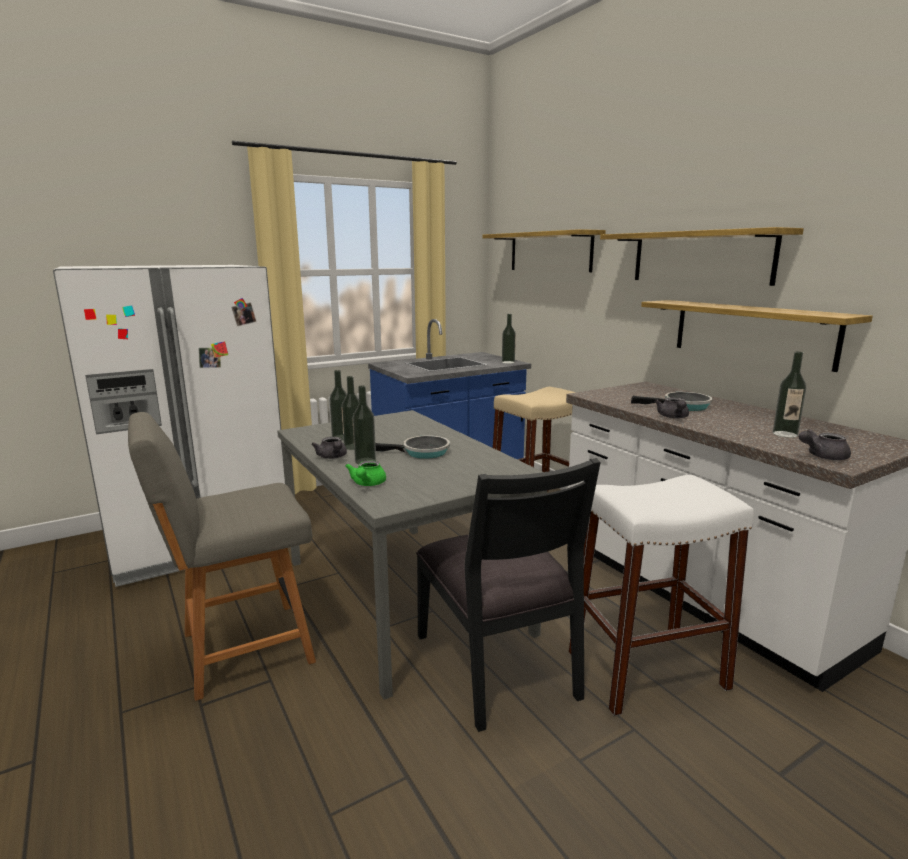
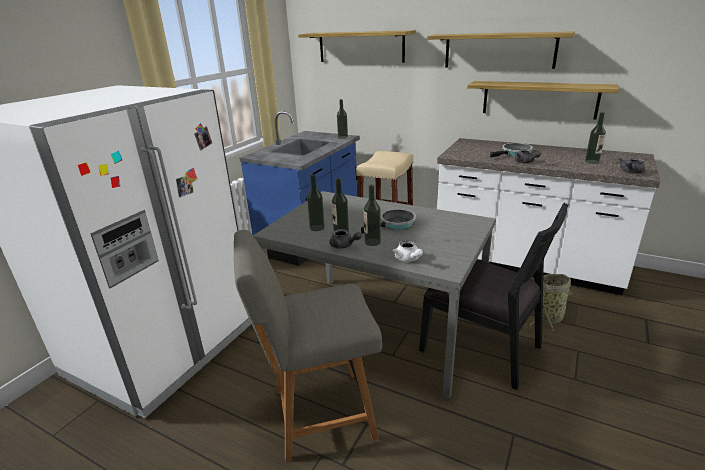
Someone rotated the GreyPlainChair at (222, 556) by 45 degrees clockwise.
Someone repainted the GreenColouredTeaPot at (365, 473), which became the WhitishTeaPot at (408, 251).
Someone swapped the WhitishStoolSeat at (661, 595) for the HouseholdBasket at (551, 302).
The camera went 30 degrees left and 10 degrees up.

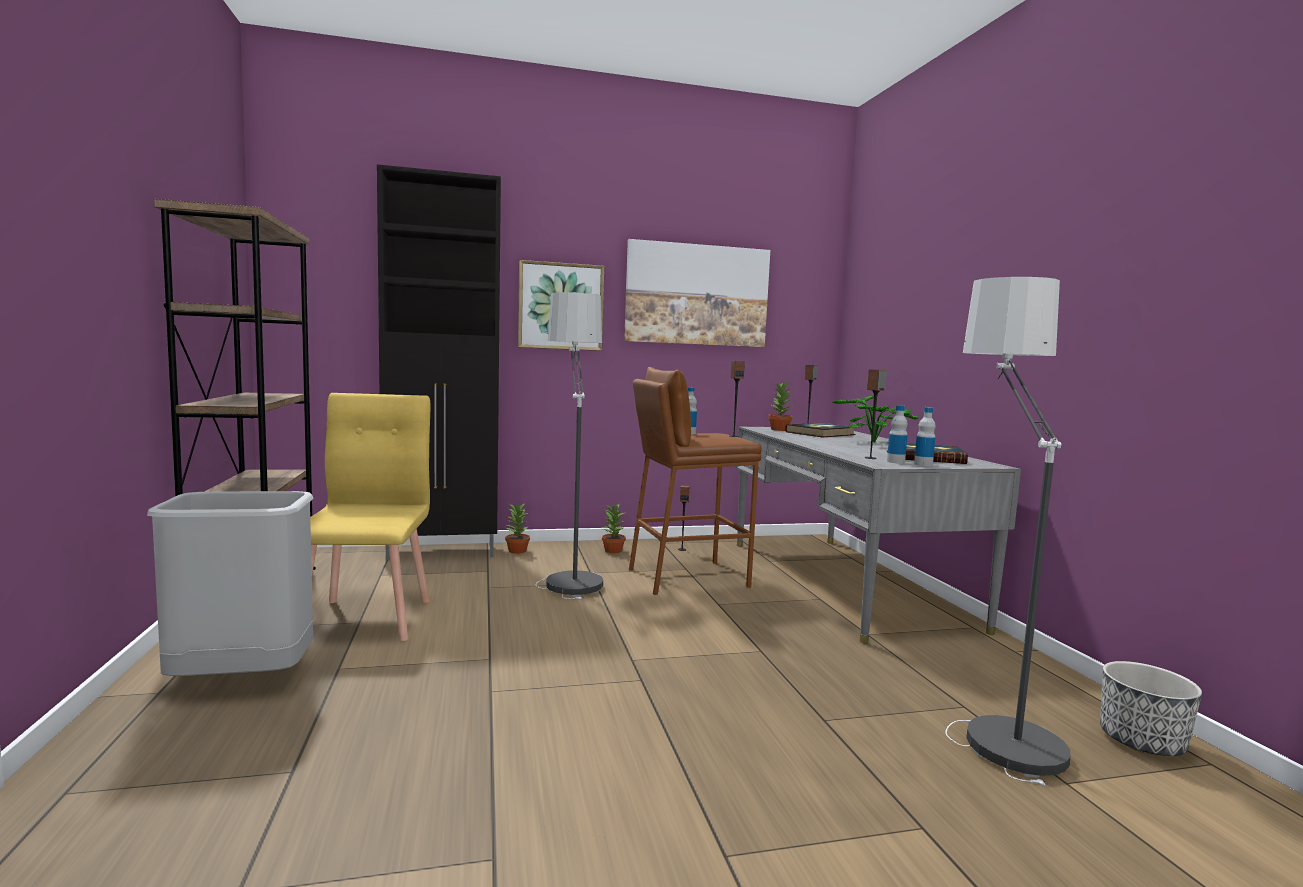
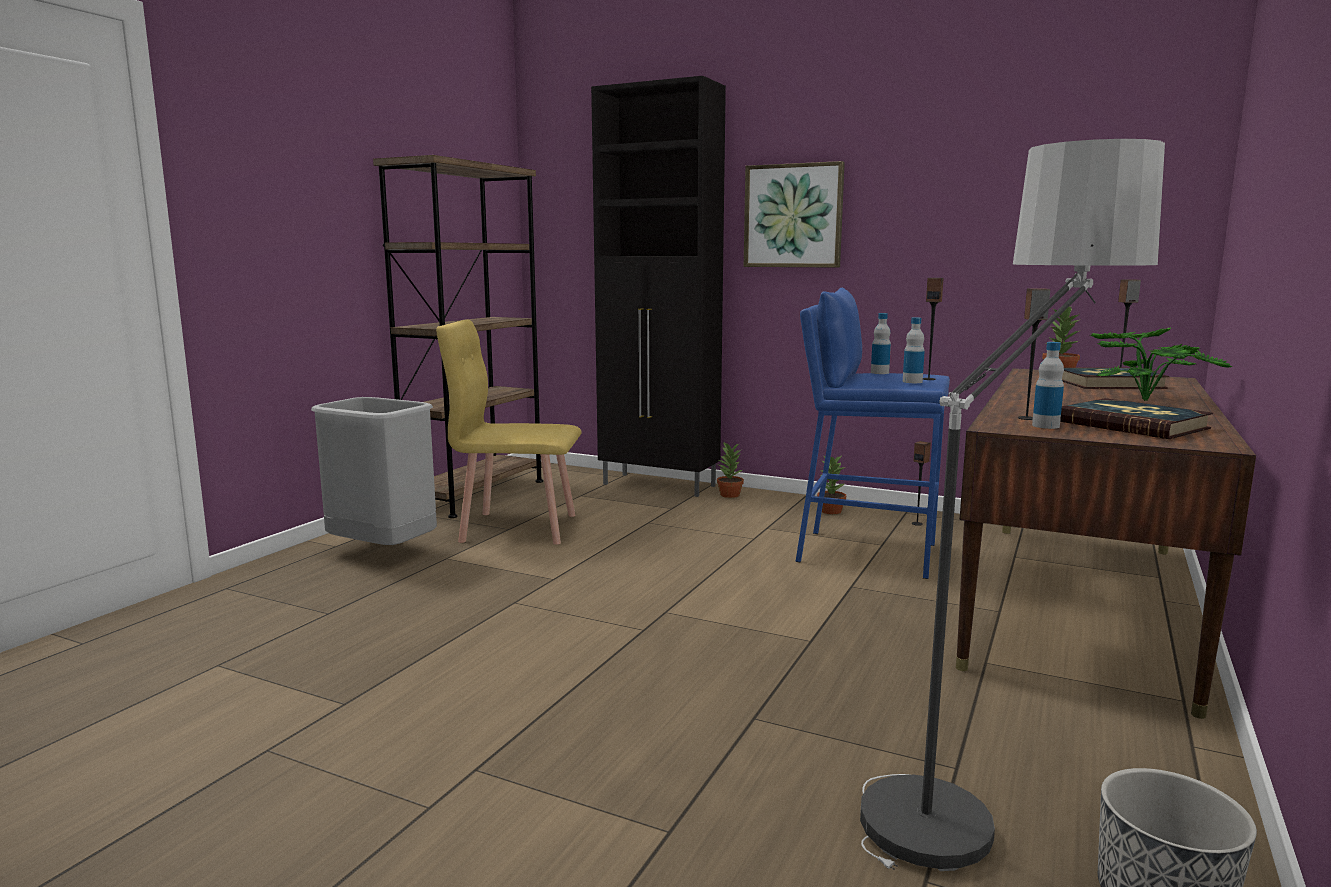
Someone rotated the YellowColouredPlainChair at (370, 517) by 120 degrees counterclockwise.
Someone repainted the BrownStoolSeat at (695, 481), which became the BlueStoolSeat at (872, 433).
Someone carried the BeverageBottle from (924, 436) to (914, 350).
Someone repainted the GreyDeskUnit at (878, 535), which became the BrownDeskUnit at (1106, 543).
Someone took away the FloorLamp at (569, 445).
Someone took away the WallArt at (697, 293).
The camera went 40 degrees right and 5 degrees up.

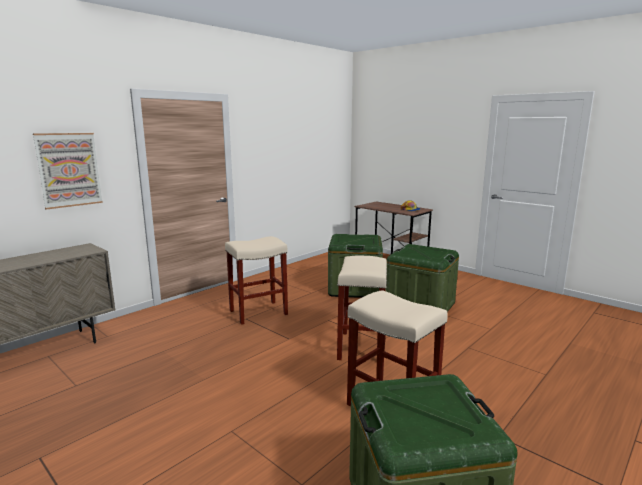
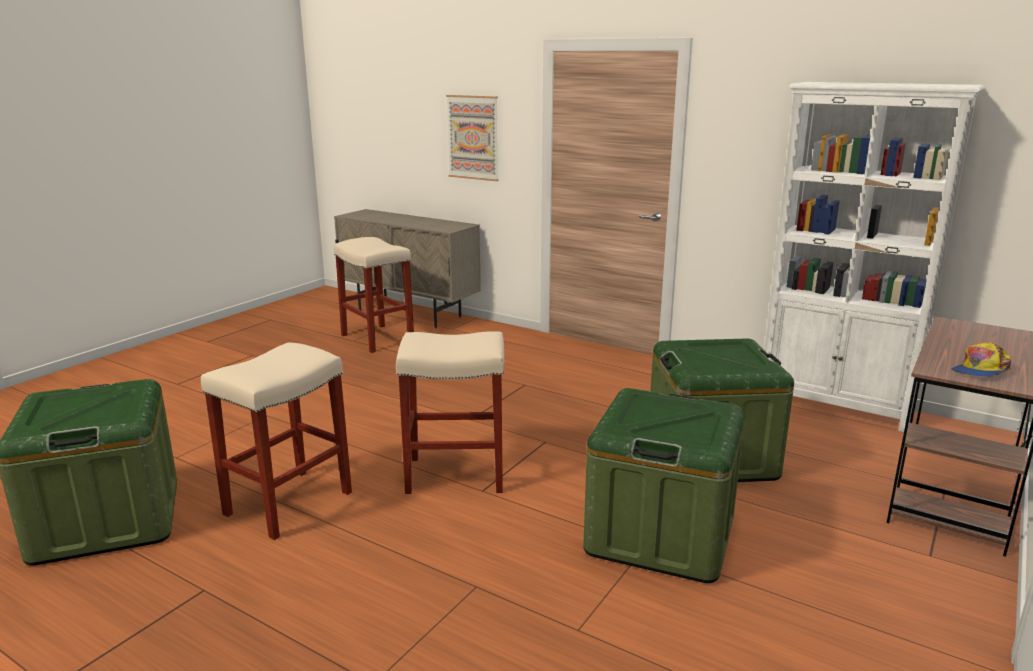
Someone carried the BeigeStoolSeat from (256, 280) to (374, 295).
Someone put down the WhitishBookshelf at (874, 257).
The camera went 80 degrees right and 5 degrees up.

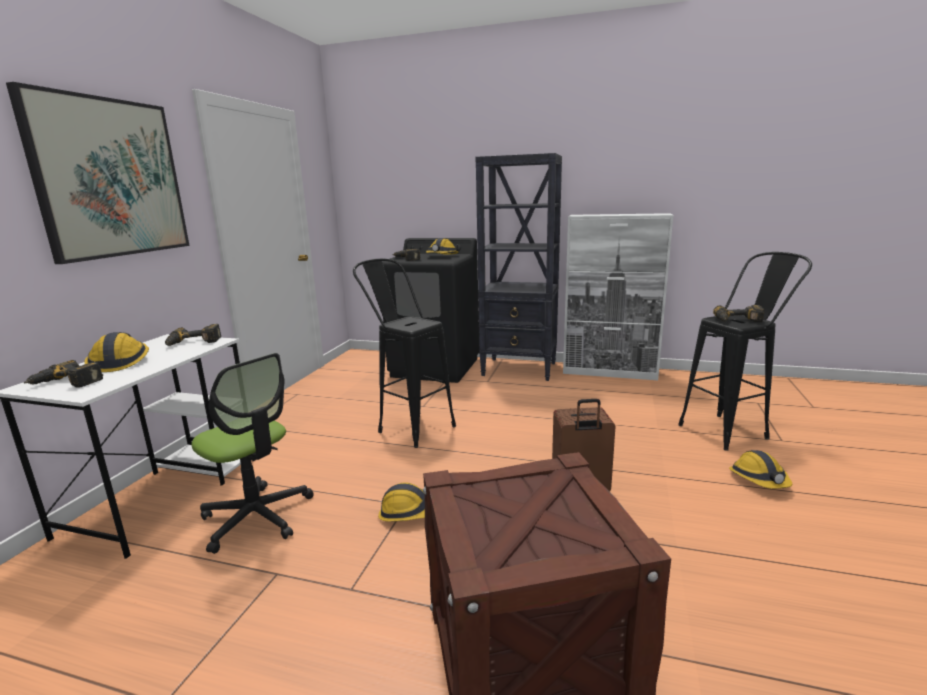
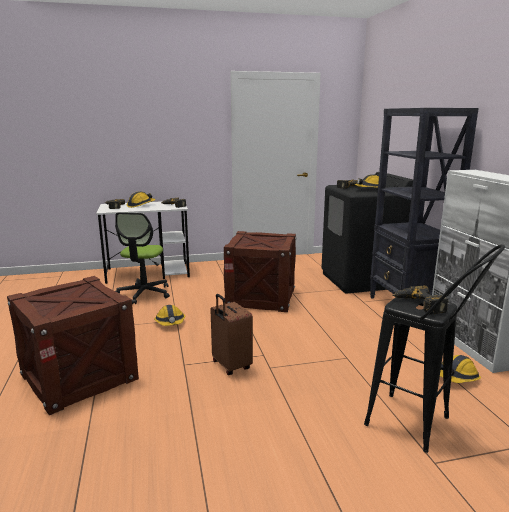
Someone swapped the BlackishStoolSeat at (404, 353) for the Crate at (260, 271).
Someone carried the WorkHelmet from (760, 469) to (460, 369).
Someone took away the WallArt at (98, 173).
The camera went 60 degrees right and 0 degrees up.

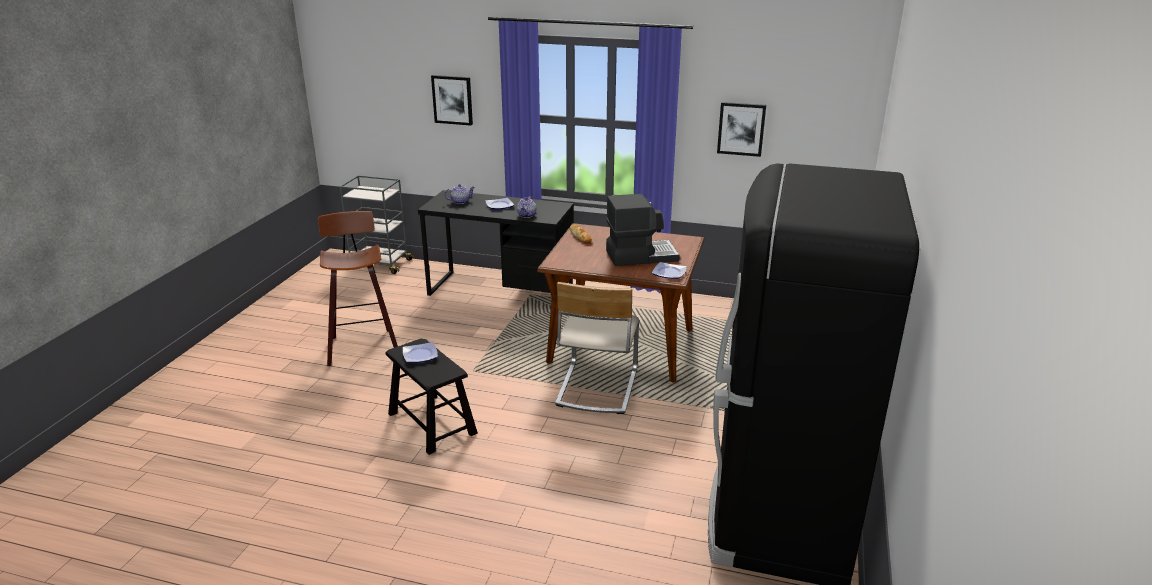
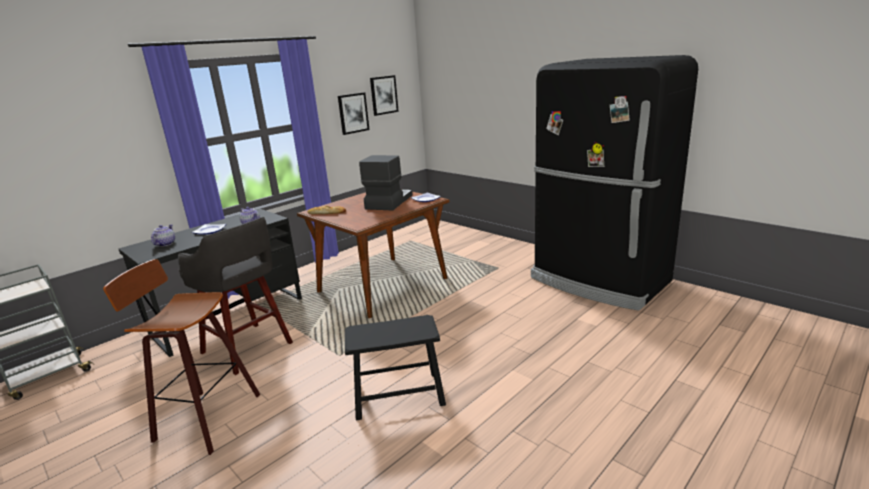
Someone put down the GreyStoolSeat at (235, 296).
Someone carried the WallArt from (452, 100) to (384, 95).
Someone took away the Plate at (420, 352).
Someone took away the BeigePlainChair at (597, 348).
The camera went 60 degrees left and 5 degrees down.

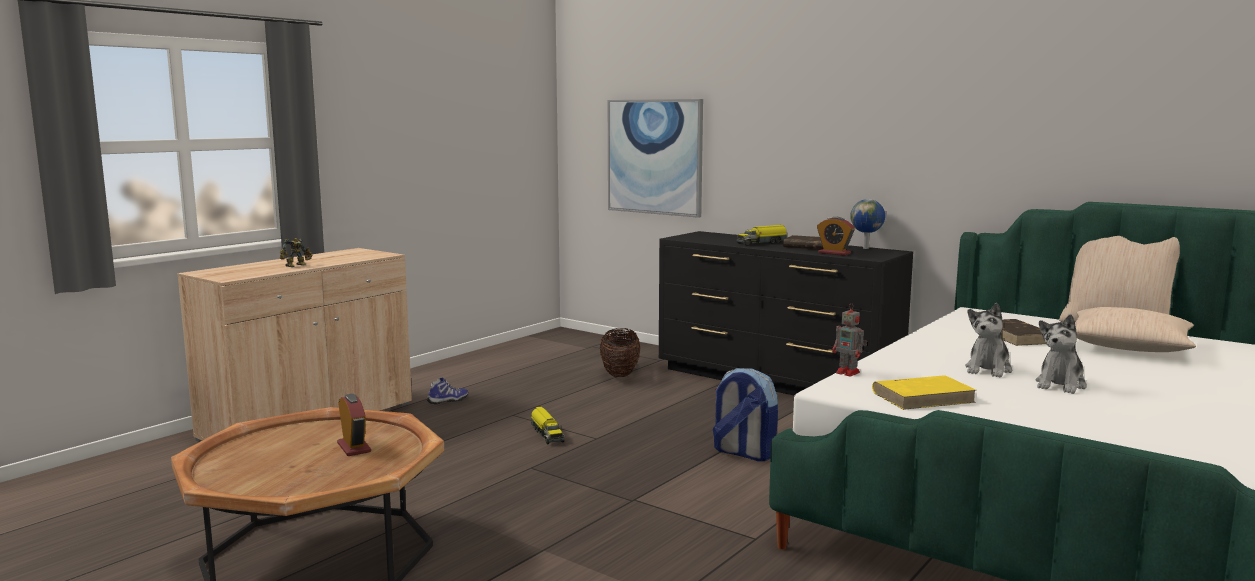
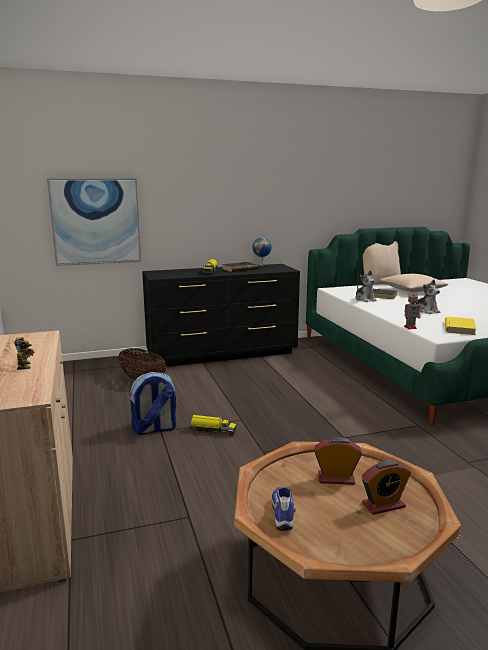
Someone carried the Backpack from (745, 414) to (152, 403).
Someone carried the ItemOfFootwear from (447, 390) to (283, 509).
Someone carried the SoftToy from (1061, 354) to (366, 286).
Someone carried the BedsideClock from (836, 236) to (386, 487).
The camera went 55 degrees left and 5 degrees up.

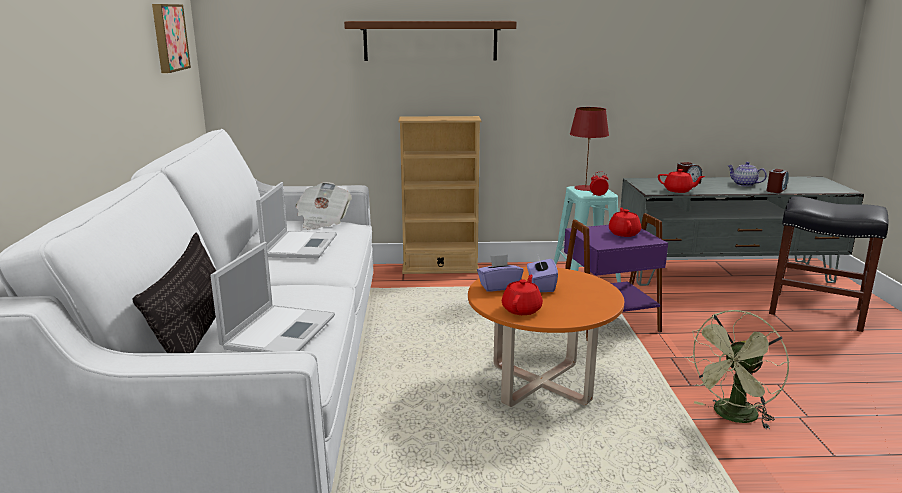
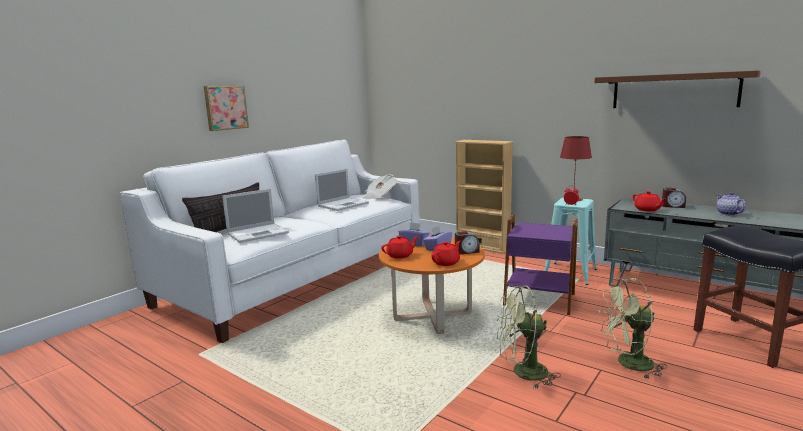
Someone carried the WallArt from (171, 38) to (226, 108).
Someone carried the RedTeaPot from (625, 222) to (445, 253).
Someone carried the BedsideClock from (778, 181) to (467, 242).
Someone carried the BrownBracketShelf from (430, 41) to (678, 89).
Someone put down the GreenColouredFan at (633, 328).
The camera went 40 degrees right and 5 degrees down.

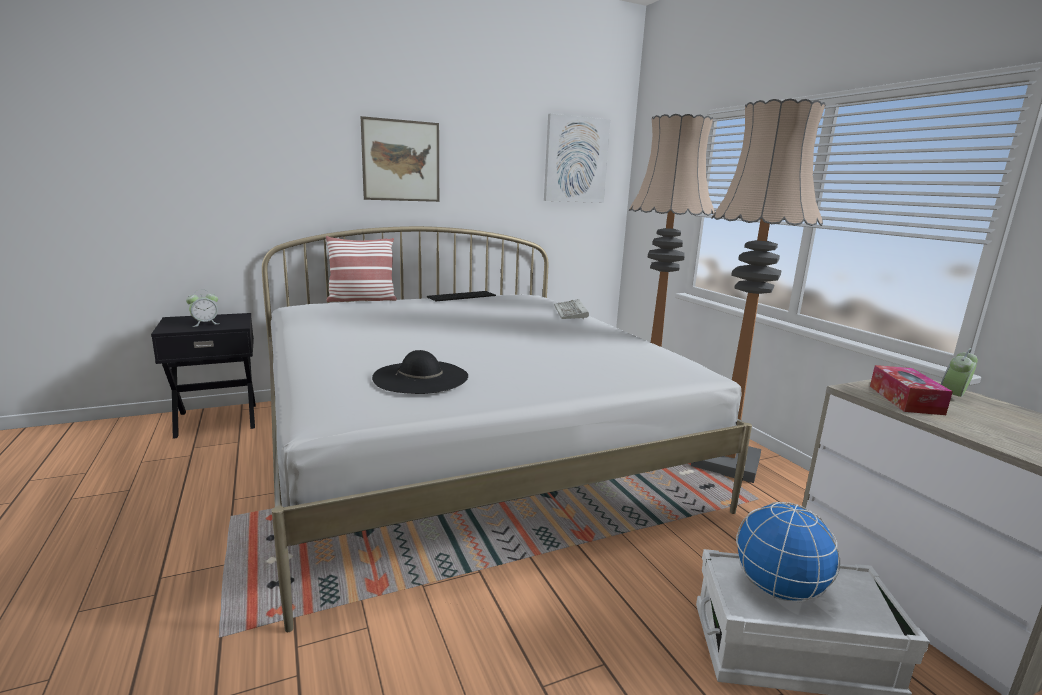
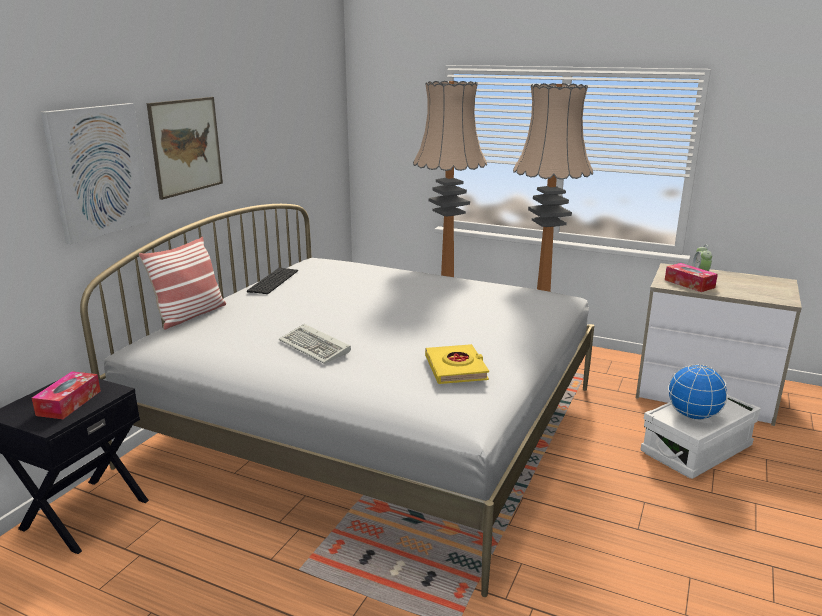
Someone swapped the BedsideClock at (202, 308) for the TissueBox at (66, 395).
Someone carried the WallArt from (577, 158) to (96, 173).
Someone carried the ComputerKeyboard from (571, 309) to (315, 344).
Someone swapped the BlackishWearableHat at (420, 372) for the YellowColouredBoundBook at (457, 364).
The camera went 40 degrees left and 5 degrees up.

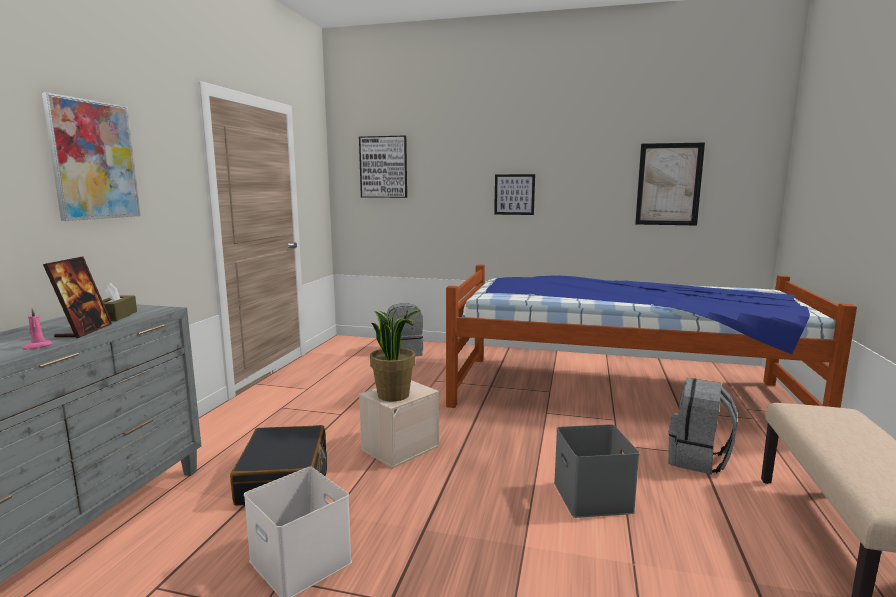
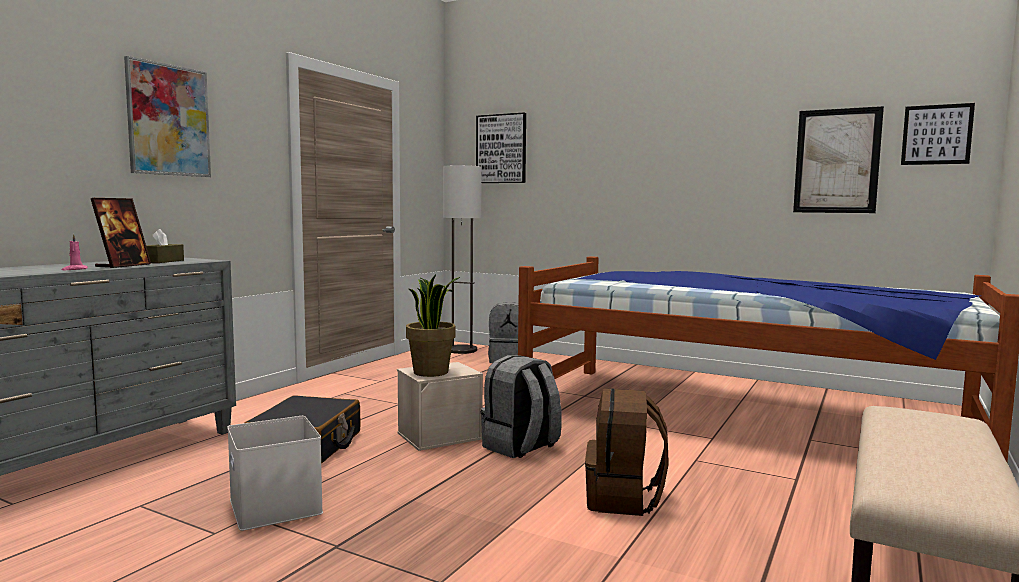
Someone put down the FloorLamp at (462, 259).
Someone carried the GreyBackpack from (702, 426) to (521, 406).
Someone swapped the GreyStorageContainer at (597, 471) for the BrownBackpack at (627, 452).
Someone carried the WallArt from (514, 194) to (938, 134).
The camera went 15 degrees right and 5 degrees down.

